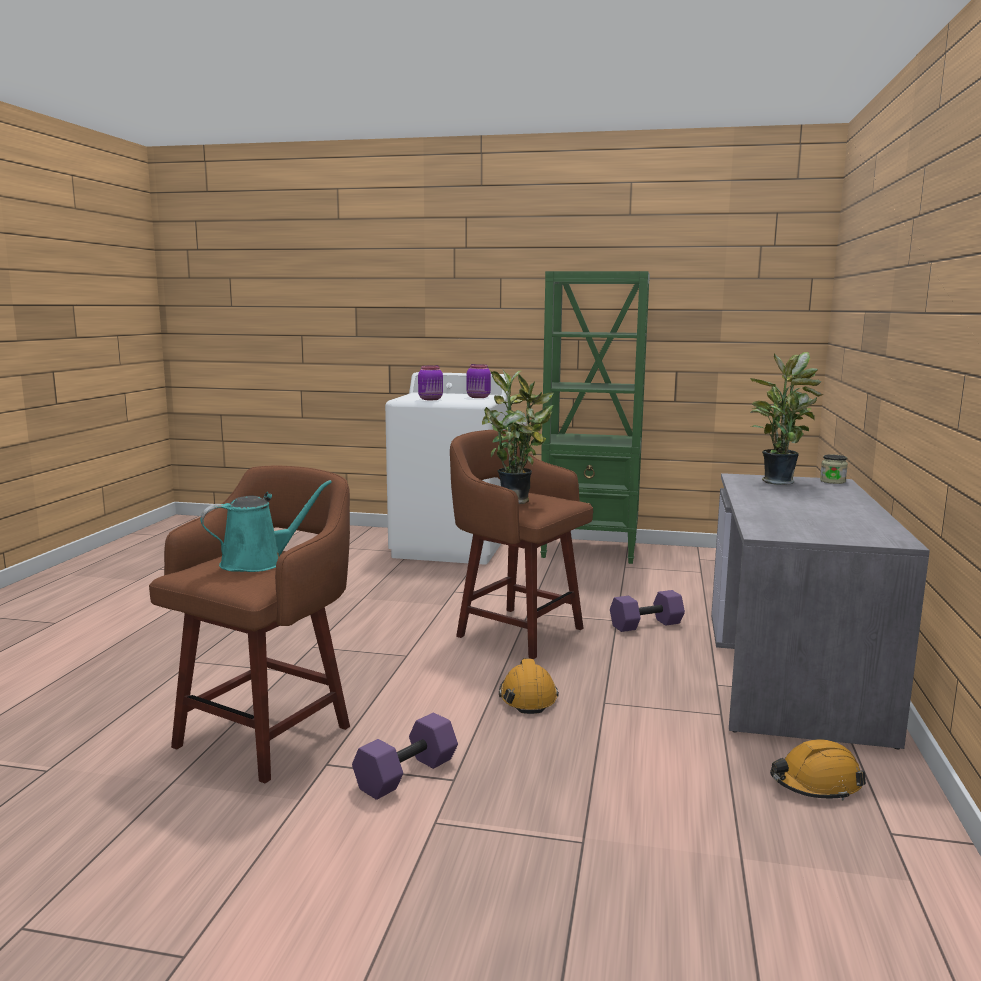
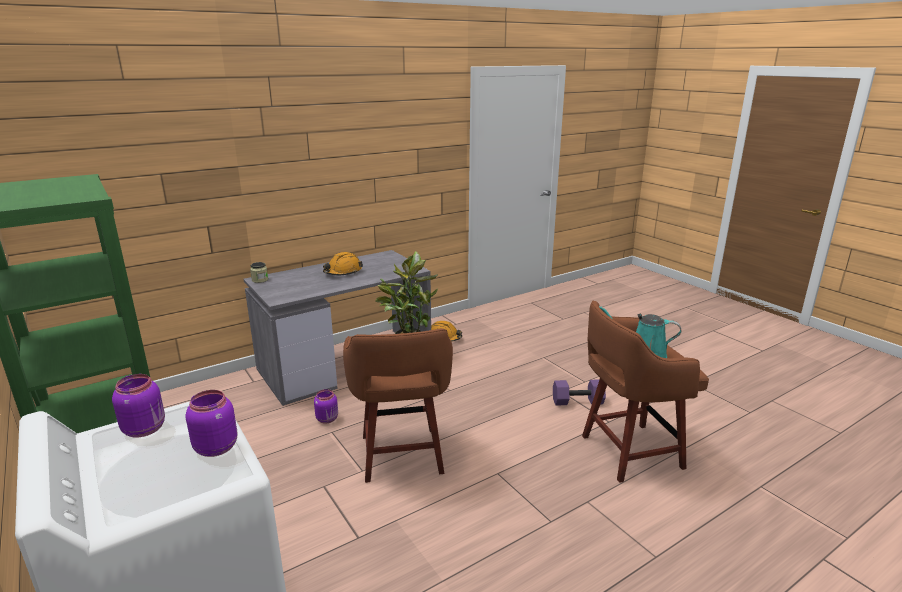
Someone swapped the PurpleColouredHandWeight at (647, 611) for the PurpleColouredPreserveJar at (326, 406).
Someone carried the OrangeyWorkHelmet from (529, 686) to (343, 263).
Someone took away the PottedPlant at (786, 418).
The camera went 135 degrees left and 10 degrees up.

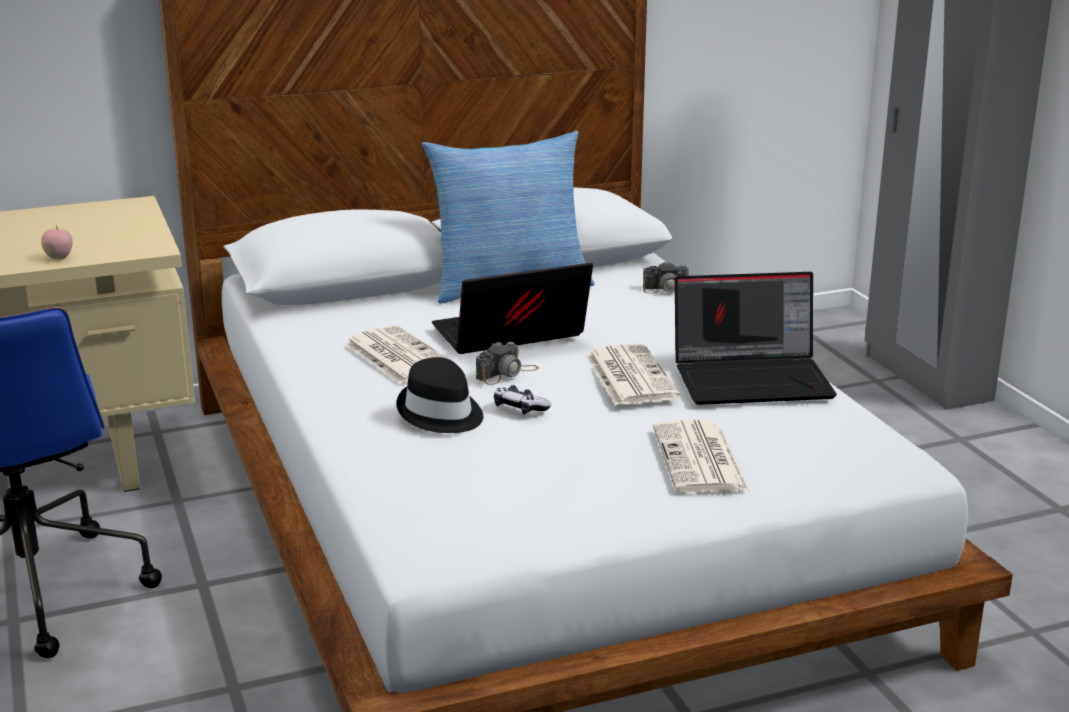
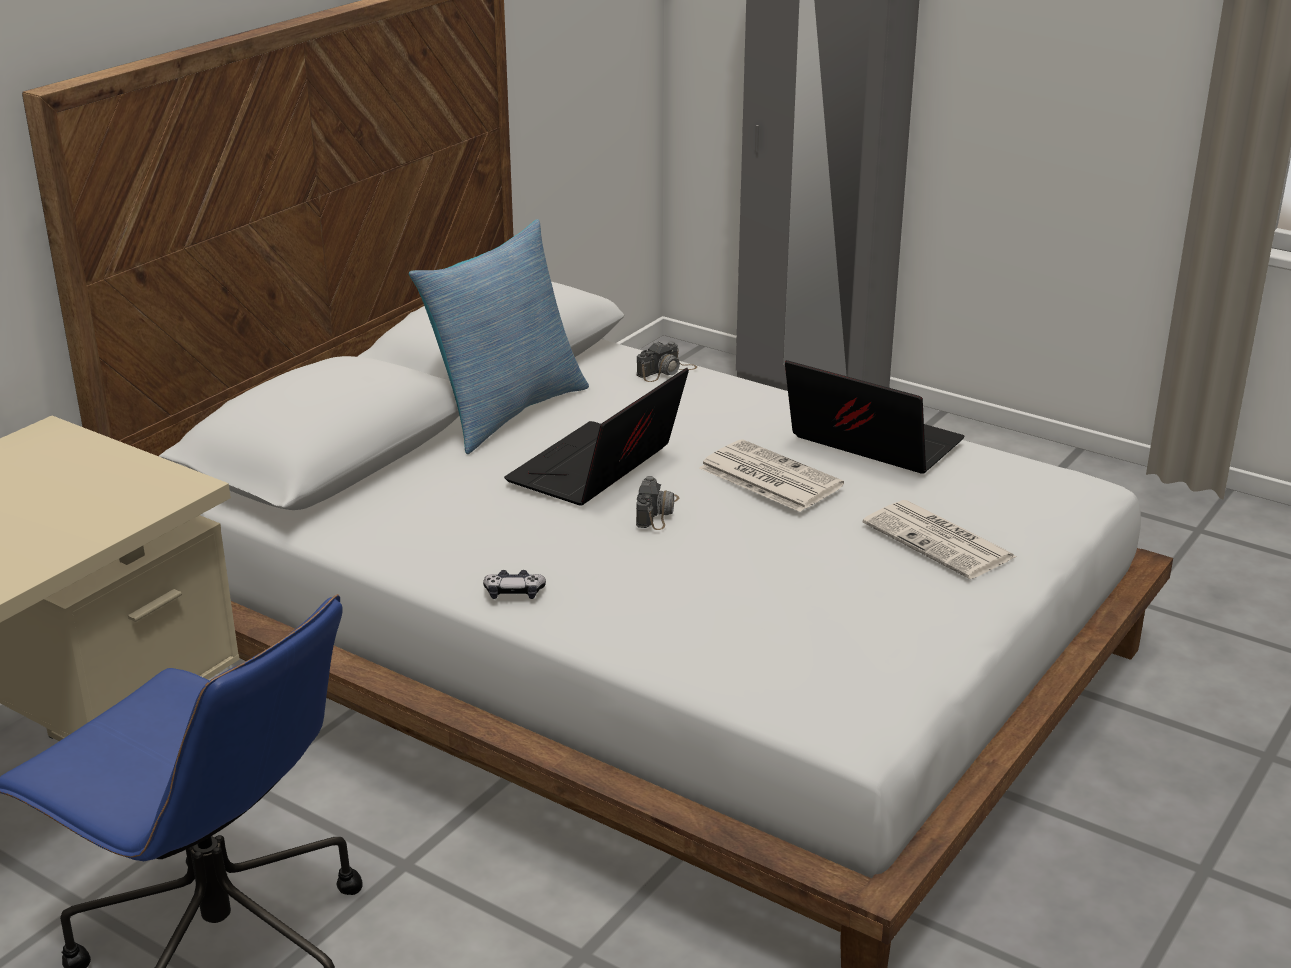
Someone carried the GameController from (522, 400) to (514, 584).
Someone rotated the NotebookComputer at (756, 338) by 105 degrees counterclockwise.
Someone took away the AppleFruit at (57, 242).
Someone took away the PrintedPaper at (396, 354).
Someone took away the BlackishWearableHat at (439, 395).
The camera went 35 degrees left and 5 degrees up.

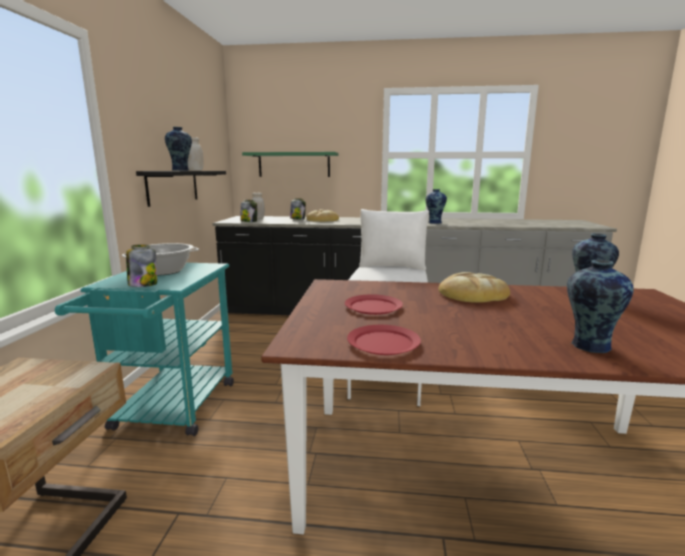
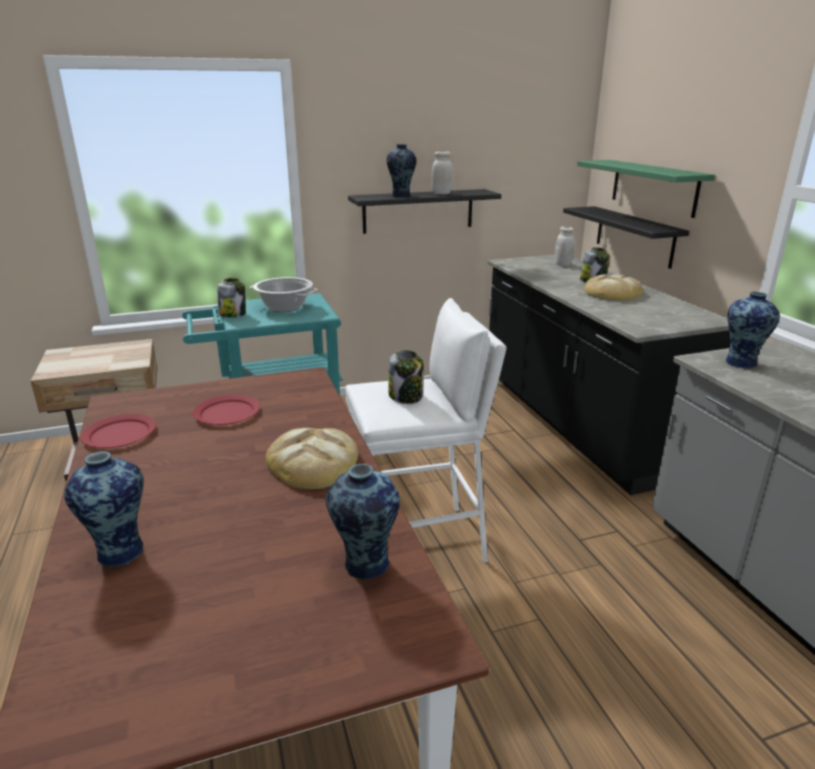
Someone carried the PreserveJar from (249, 211) to (406, 377).
Someone put up the BlackishBracketShelf at (626, 237).
The camera went 65 degrees right and 10 degrees up.

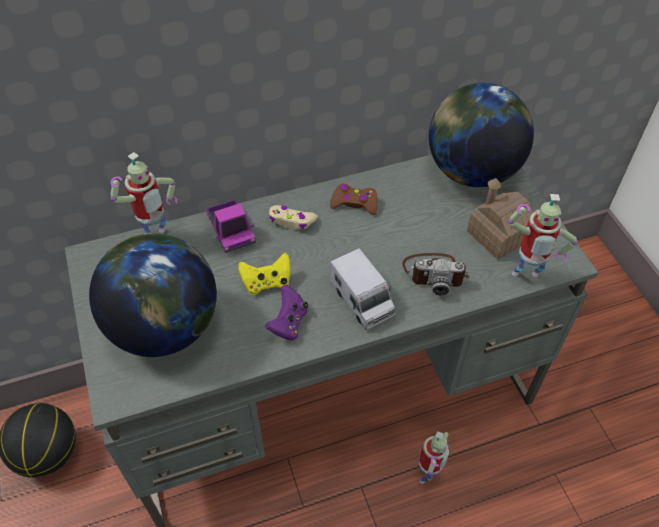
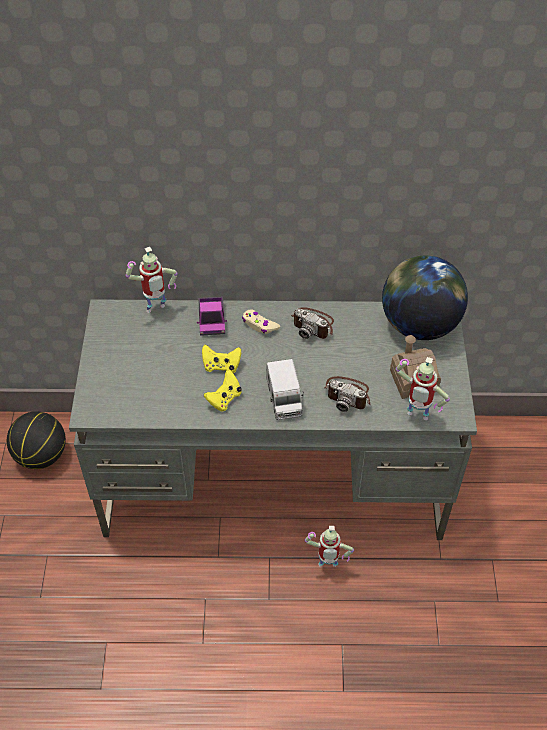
Someone repainted the PurpleColouredGameController at (286, 313), which became the YellowColouredGameController at (223, 391).
Someone swapped the BrownGameController at (354, 199) for the StillCamera at (312, 323).
Someone rotated the ModelRobot at (434, 457) by 45 degrees clockwise.
Someone took away the DeskGlobe at (153, 295).
The camera went 20 degrees right and 0 degrees up.

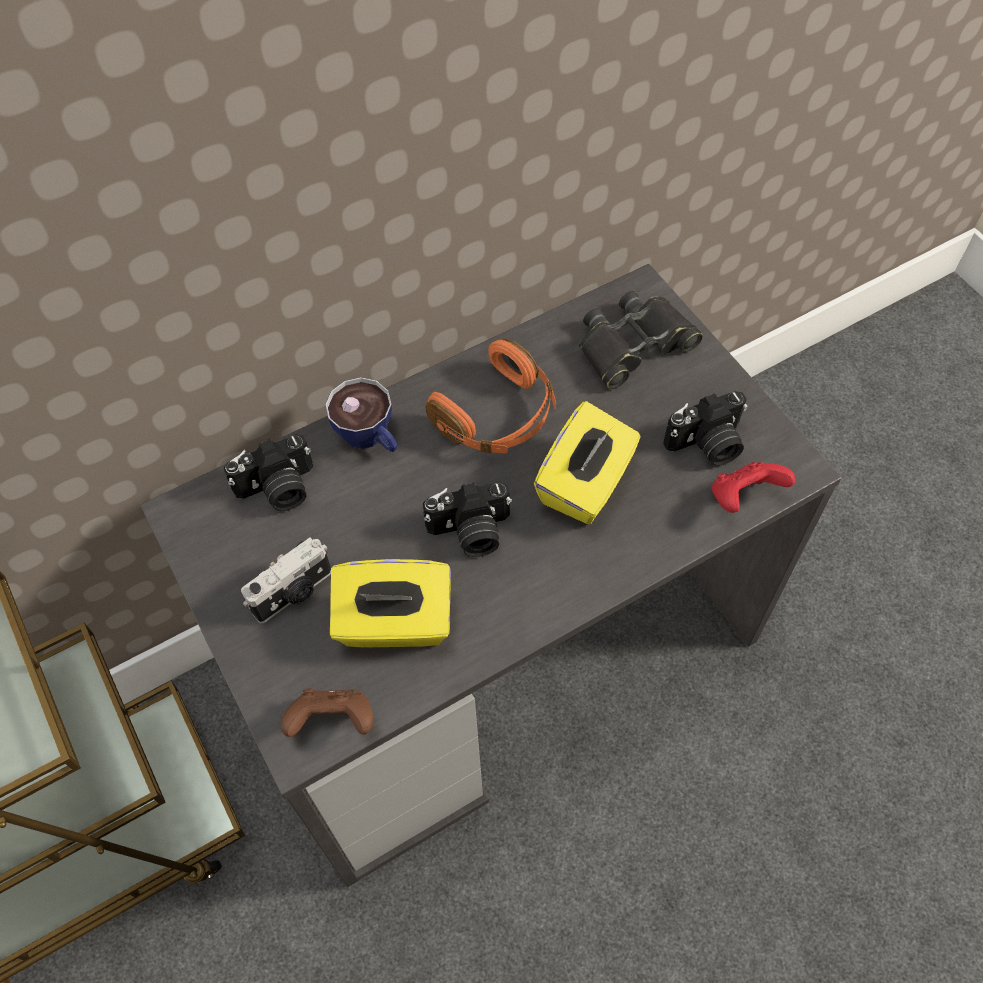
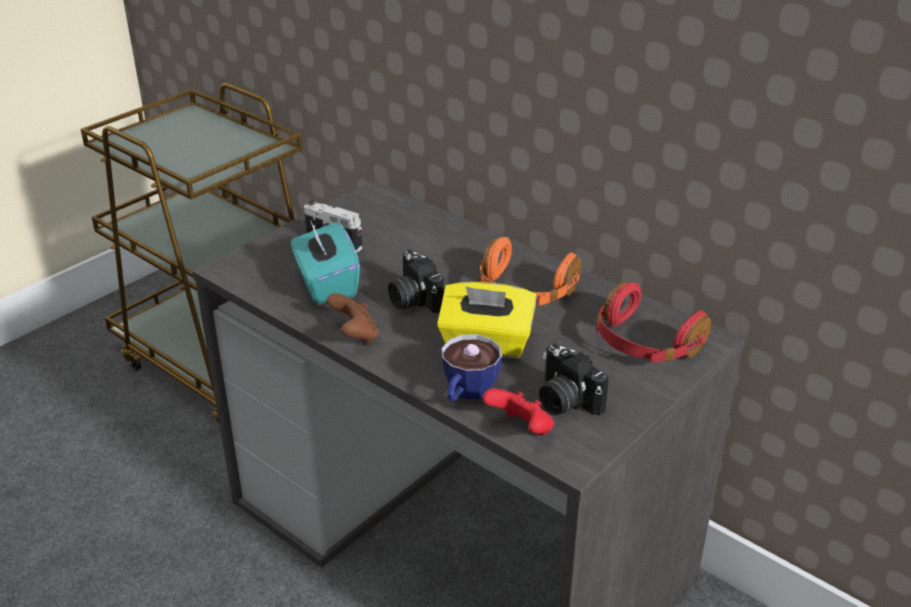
Someone repainted the YellowColouredTissueBox at (390, 603), which became the TurquoiseTissueBox at (325, 262).
Someone carried the BrownGameController from (327, 712) to (353, 319).
Someone carried the Cup from (361, 414) to (471, 368).
Someone swapped the BlackishFieldGlasses at (641, 339) for the RedPairOfHeadphones at (653, 322).
Someone took away the StillCamera at (268, 473).
The camera went 70 degrees right and 25 degrees down.

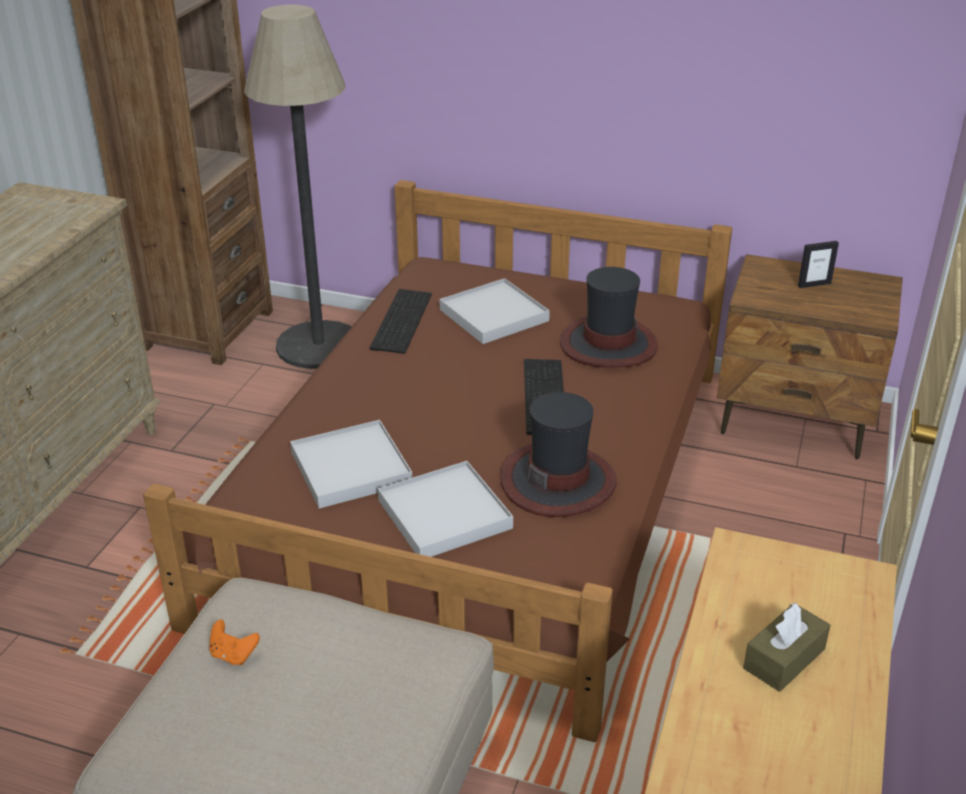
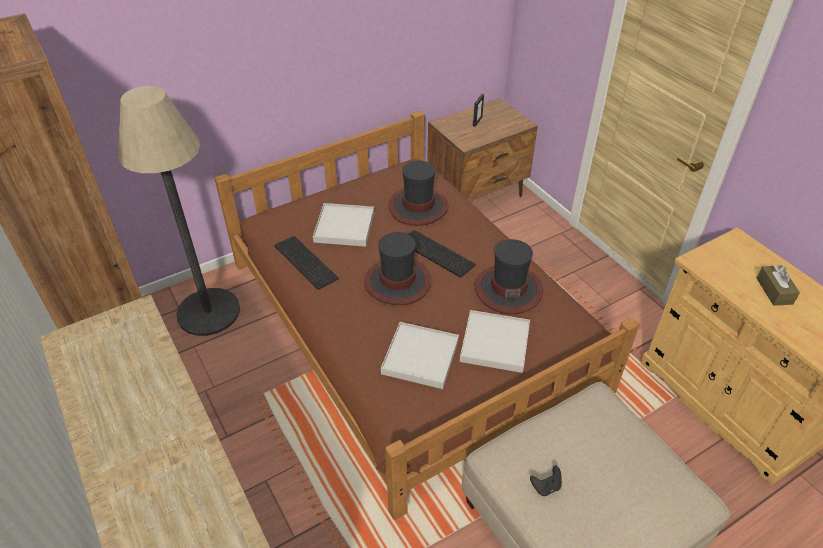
Someone put down the WearableHat at (397, 268).
Someone repainted the OrangeyGameController at (235, 642), which became the BlackishGameController at (546, 480).
The camera went 50 degrees left and 10 degrees up.

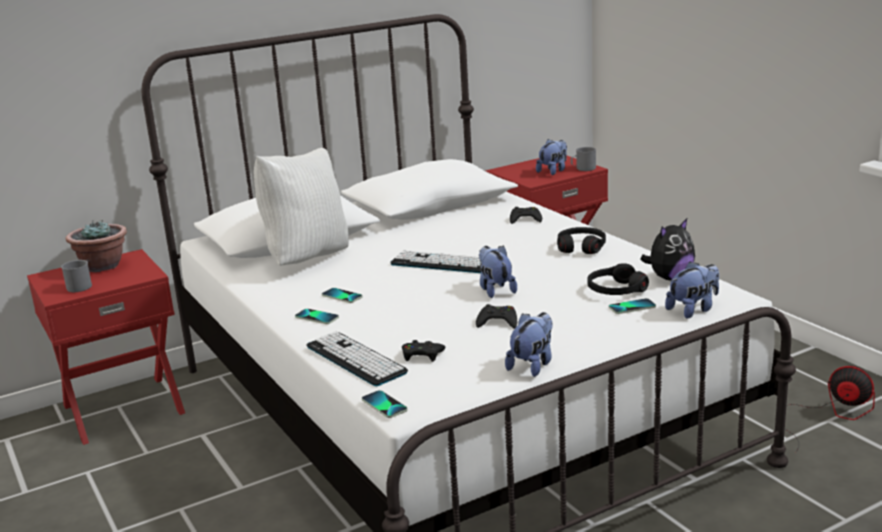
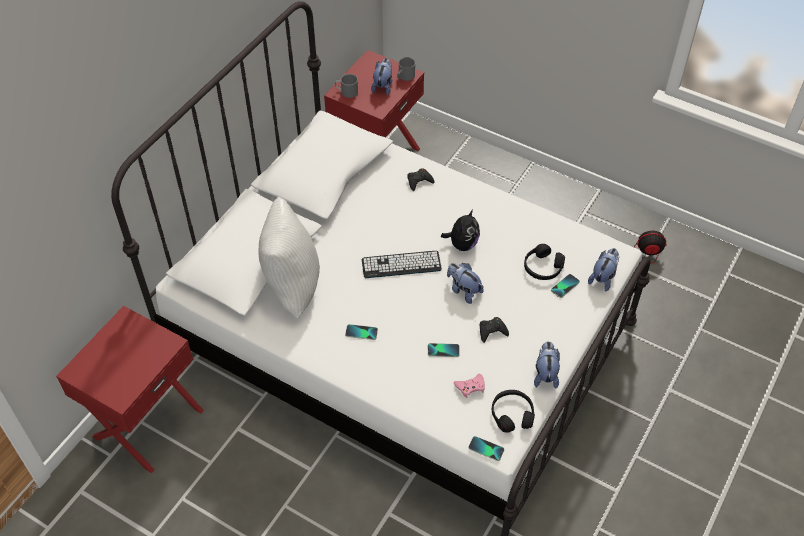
Someone carried the GreyMug from (76, 276) to (346, 86).
Someone carried the Telephone from (317, 316) to (444, 350).
Someone carried the SoftToy from (667, 249) to (460, 230).
Someone repainted the BlackishGameController at (423, 351), which became the PinkishGameController at (469, 386).
Someone carried the BlackishPairOfHeadphones from (581, 240) to (513, 411).
Someone took away the PottedPlant at (96, 246).
Someone took away the ComputerKeyboard at (357, 359).
The camera went 30 degrees left and 30 degrees up.

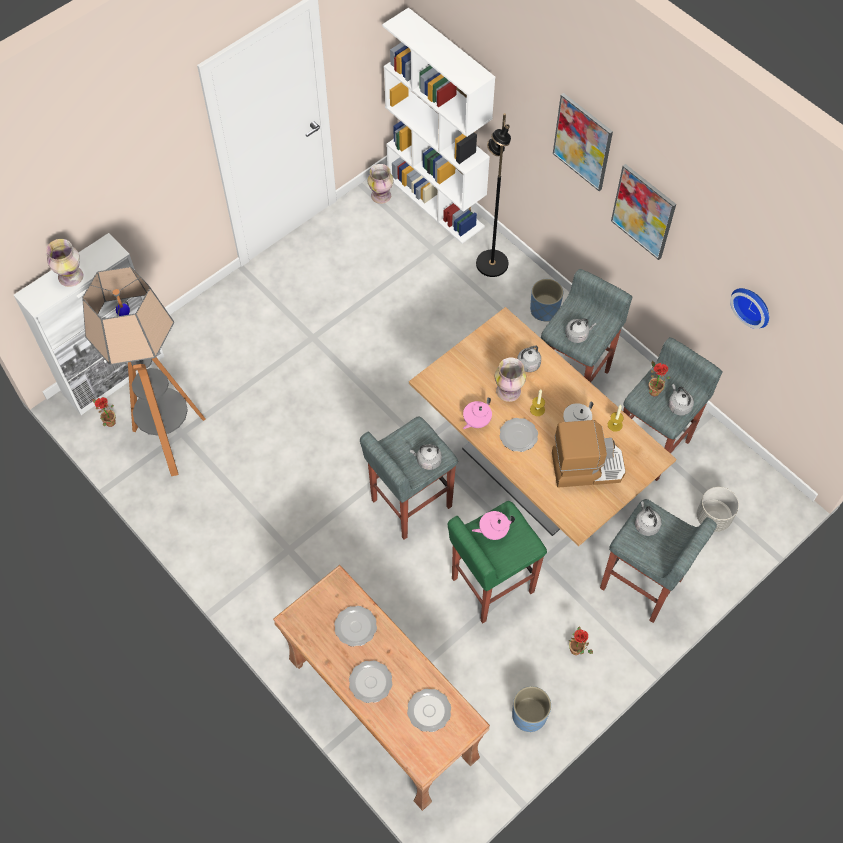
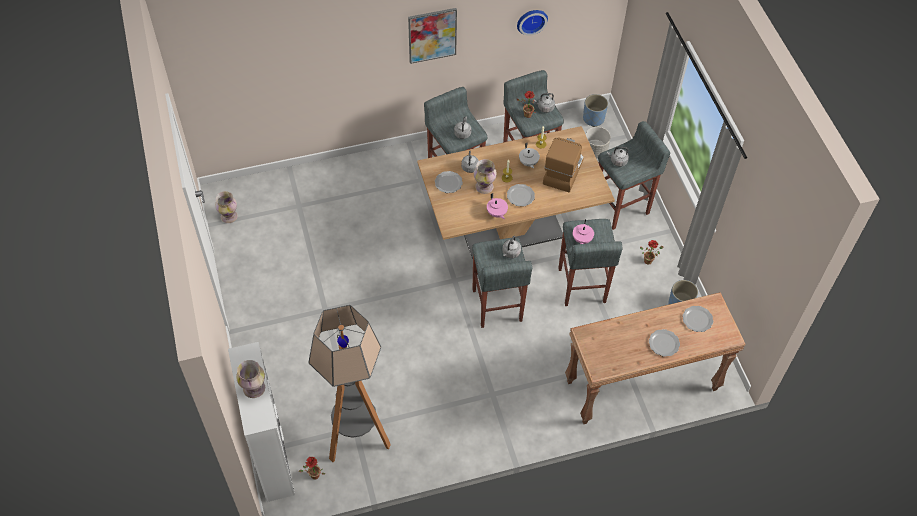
Someone carried the Plate from (355, 626) to (449, 182).
Someone repainted the GreenColouredStoolSeat at (497, 562), which became the GreyStoolSeat at (590, 262).
Someone carried the BlueFlowerPot from (546, 300) to (595, 110).
Someone took away the WhitishBookshelf at (438, 125).
Someone took away the BlackishFloorLamp at (493, 195).
Someone took away the WallArt at (583, 142).
The camera went 65 degrees left and 5 degrees down.

